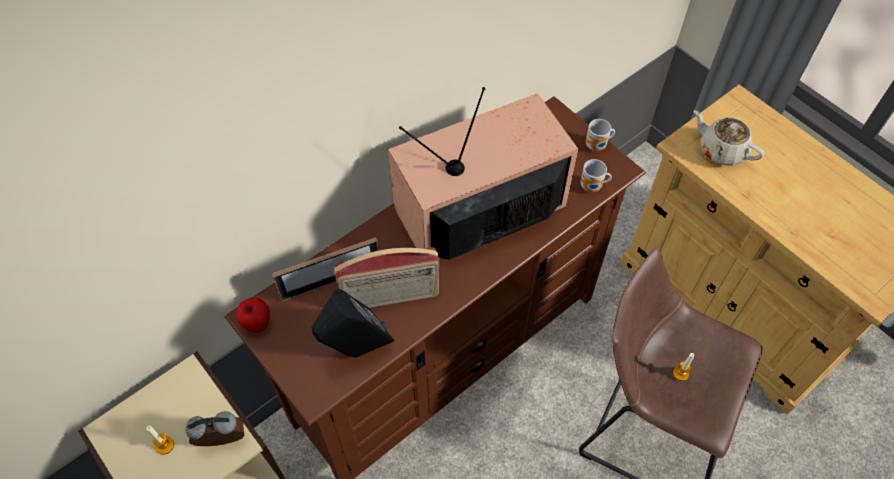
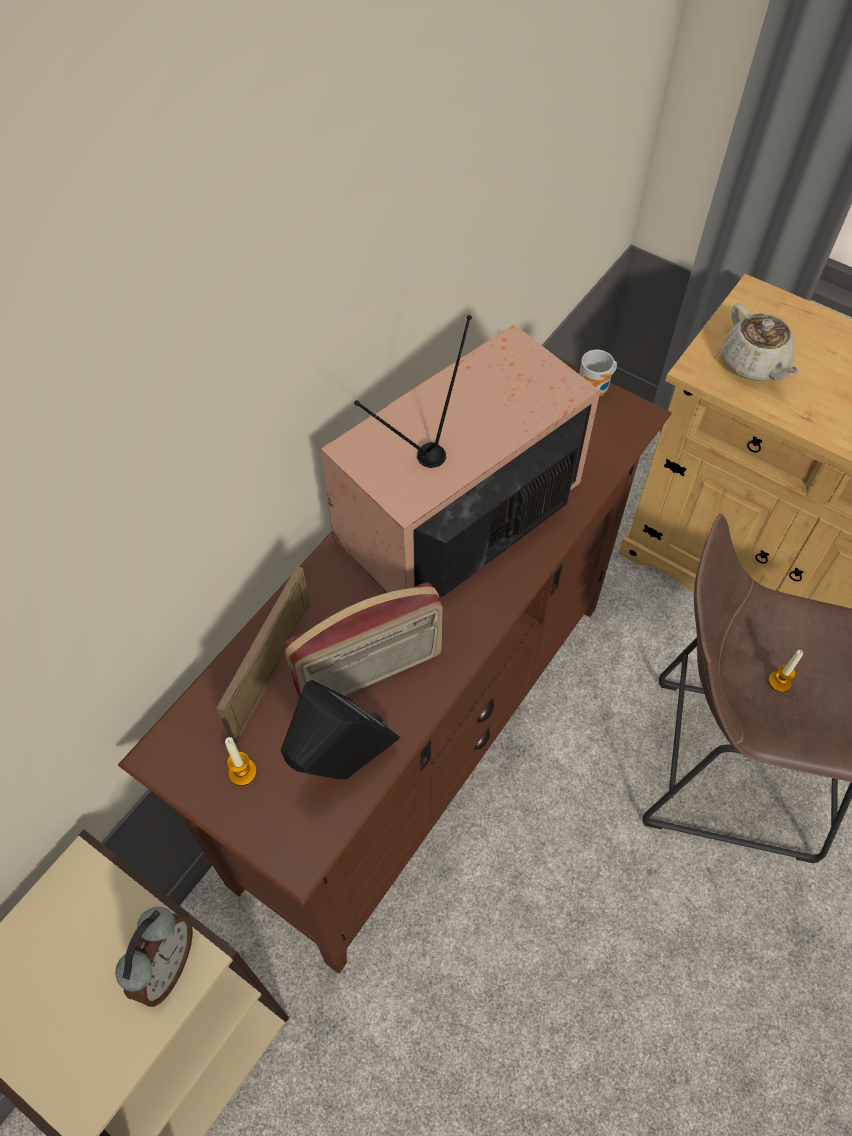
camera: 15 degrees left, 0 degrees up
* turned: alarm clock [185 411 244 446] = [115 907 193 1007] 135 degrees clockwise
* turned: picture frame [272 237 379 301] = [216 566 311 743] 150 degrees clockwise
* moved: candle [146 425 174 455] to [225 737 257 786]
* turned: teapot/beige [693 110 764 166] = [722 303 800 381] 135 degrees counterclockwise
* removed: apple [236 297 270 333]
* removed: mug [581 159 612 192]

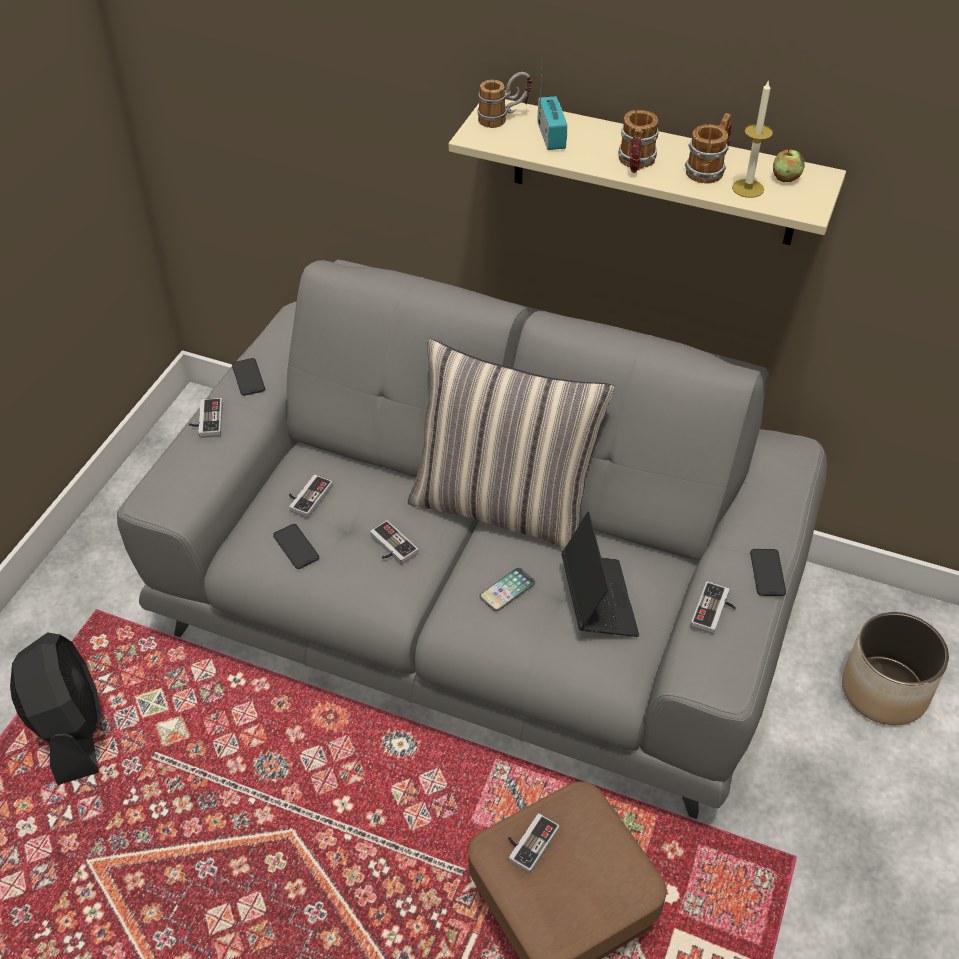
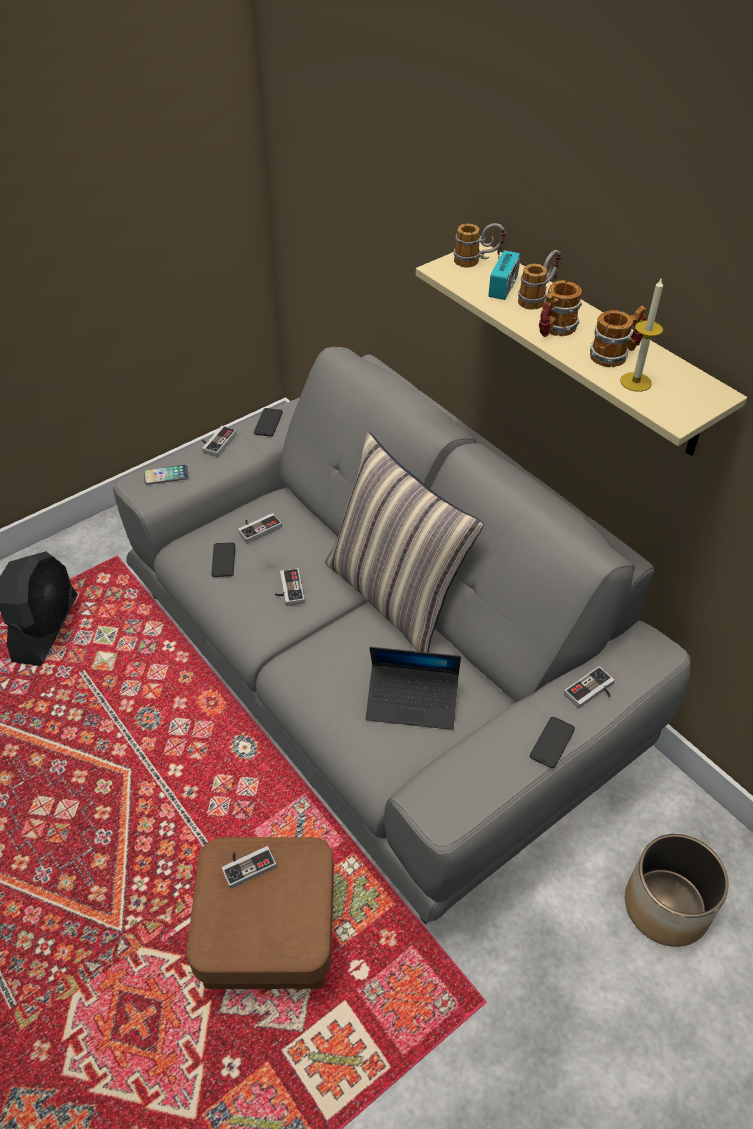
camera: 30 degrees right, 0 degrees up
* moved: phone [479 568 535 611] to [144 465 189 485]
* turned: laptop [562 512 639 637] = [366 647 461 730] 75 degrees clockwise
* added: mug [518 250 561 310]
* moved: game controller [691 581 736 634] to [564 666 615 708]
* removed: apple [773 149 804 182]

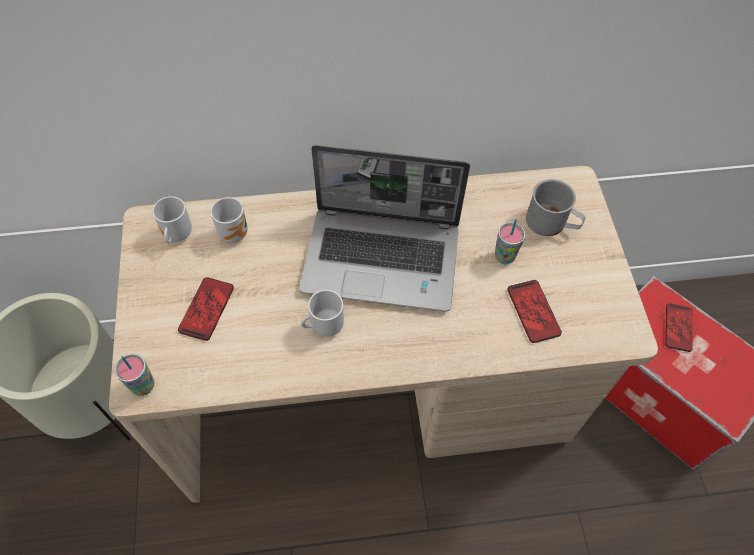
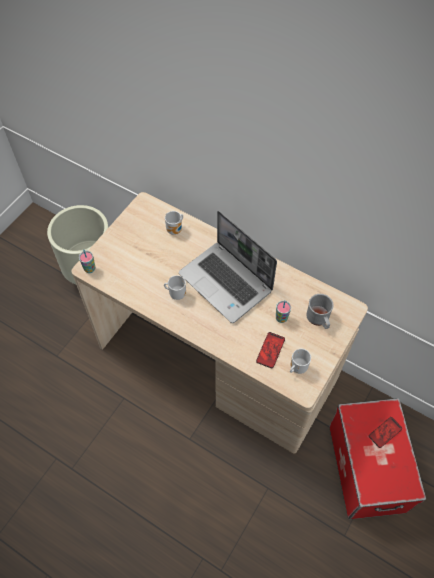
camera: 40 degrees right, 0 degrees up
* moved: mug [152 196 192 244] to [290 349 311 374]
* removed: phone [178 277 234 341]

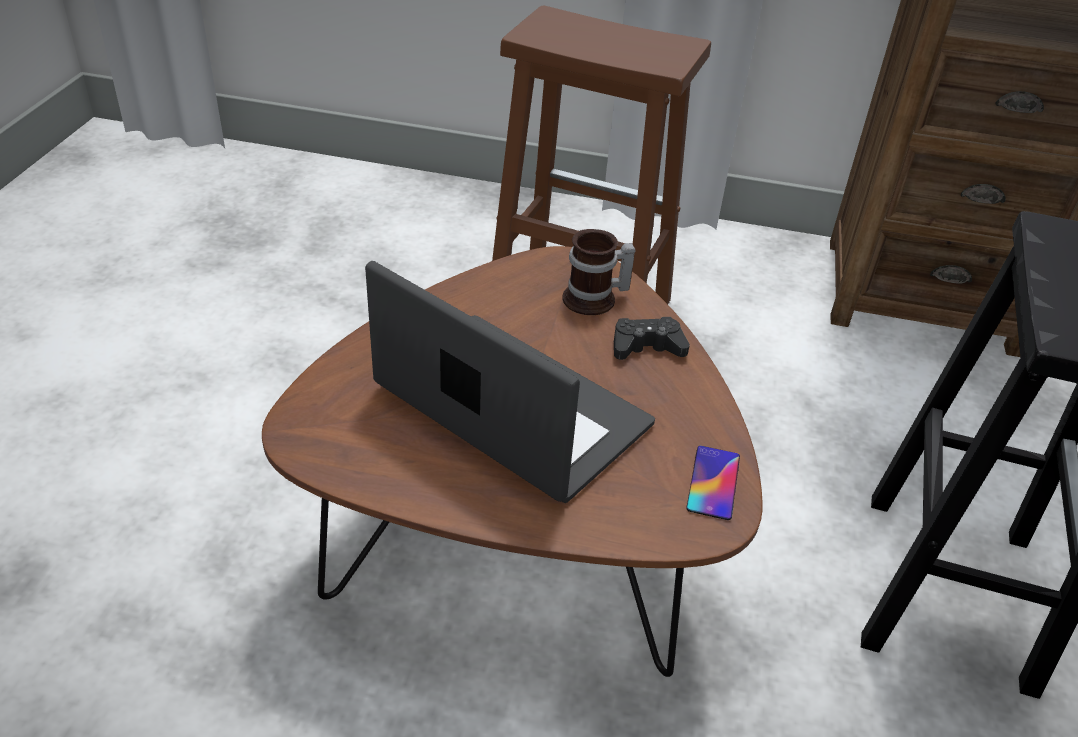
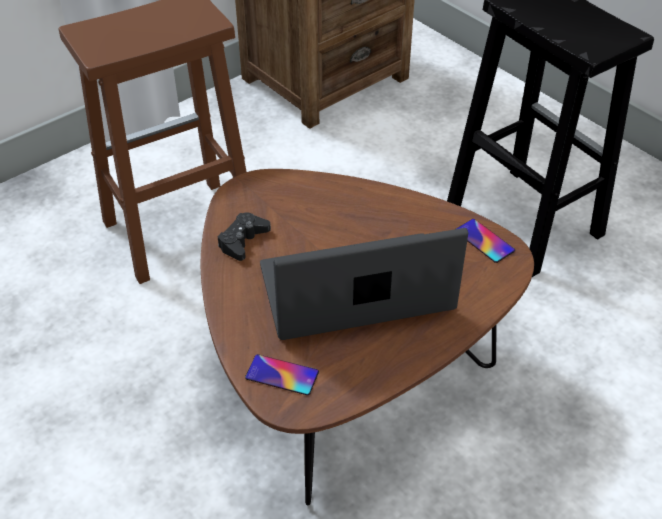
camera: 50 degrees left, 5 degrees up
* moved: game controller/black [614 317 690 360] to [218 212 271 261]
* added: phone [245 354 319 395]
* removed: mug [562 229 635 315]

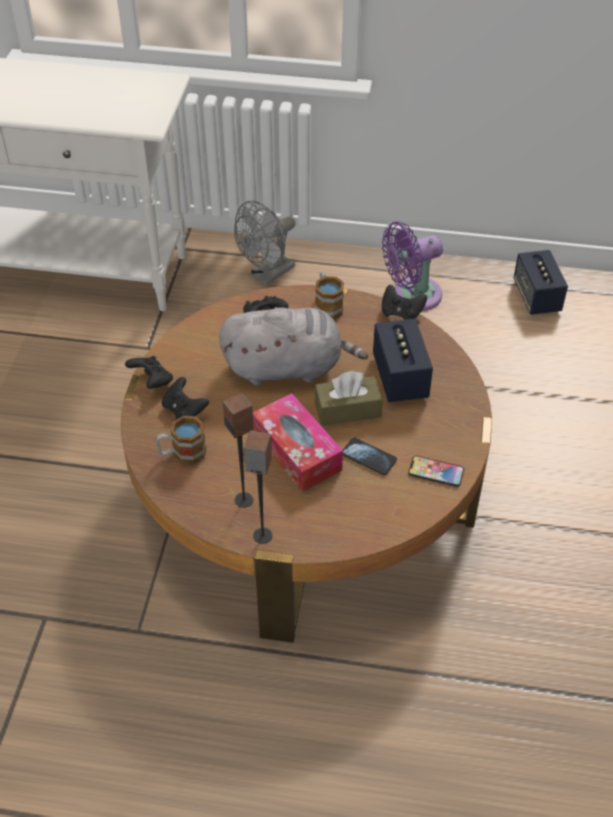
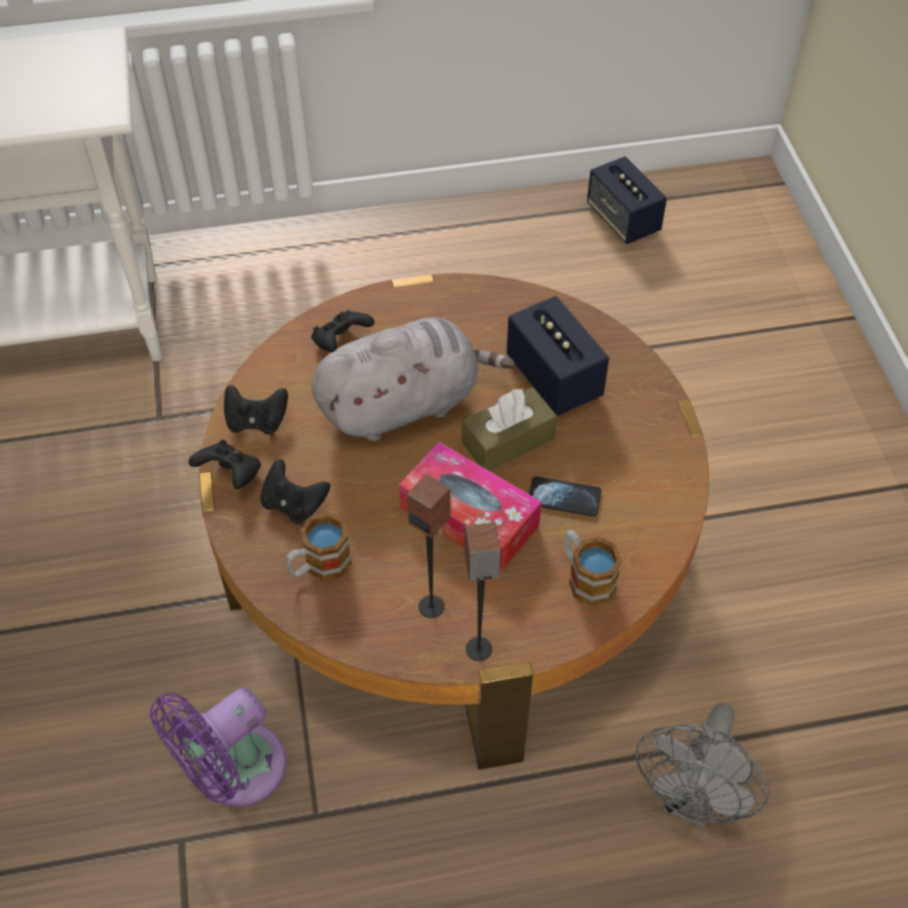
camera: 20 degrees left, 5 degrees up
* moved: fan/purple [382 222 443 311] to [150 688 287 807]
* moved: game controller/black [382 285 427 320] to [224 385 288 434]
* moved: mug [315 271 344 320] to [564 530 622 606]
* moved: fan/grey [234 201 295 285] to [636 703 769 828]
* removed: phone [408 455 464 487]

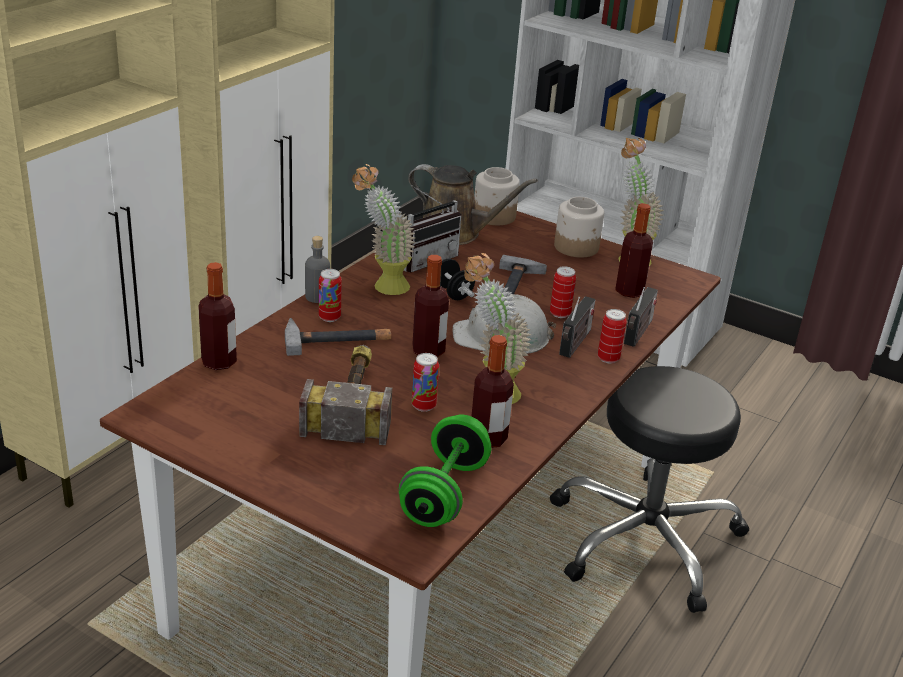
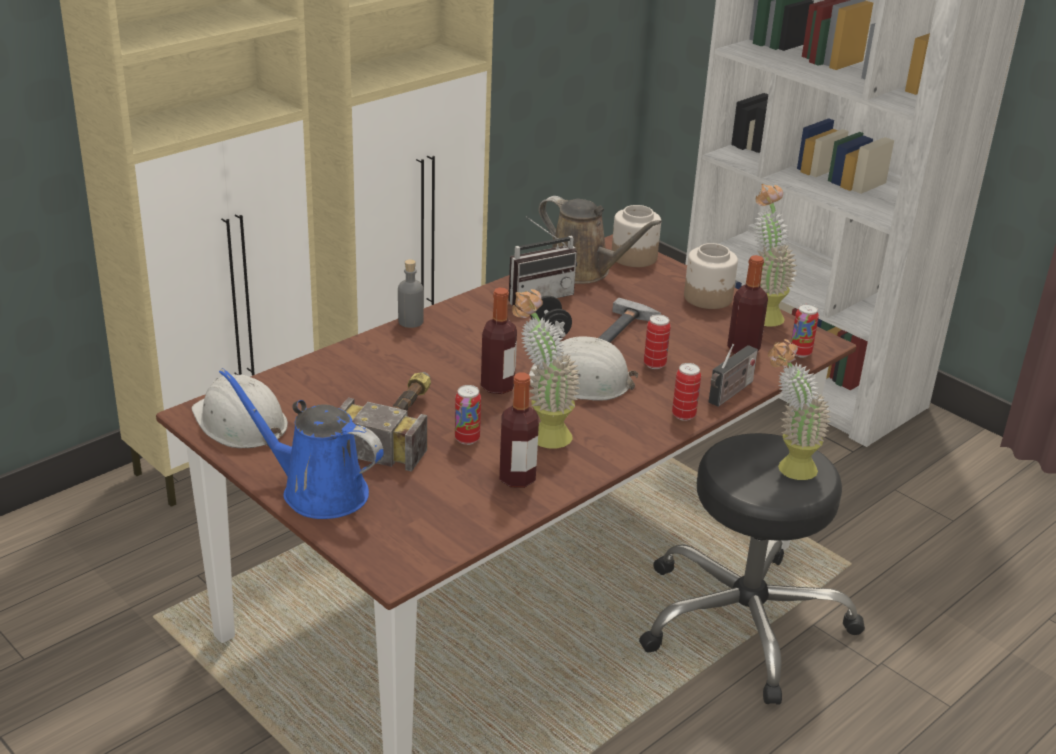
camera: 15 degrees right, 0 degrees up
* added: hard hat/white [191 374 288 448]
* added: watering can/blue [219 368 384 519]
* moved: potted plant [352 164 416 295] to [768 339 830 480]
* moved: can [319 269 342 322] to [791 304 819 357]
* removed: bottle [198 262 237 370]
* removed: hammer [285 318 391 356]
* removed: dumbbell/green [399 415 491 527]
* removed: radio [559 296 595 358]

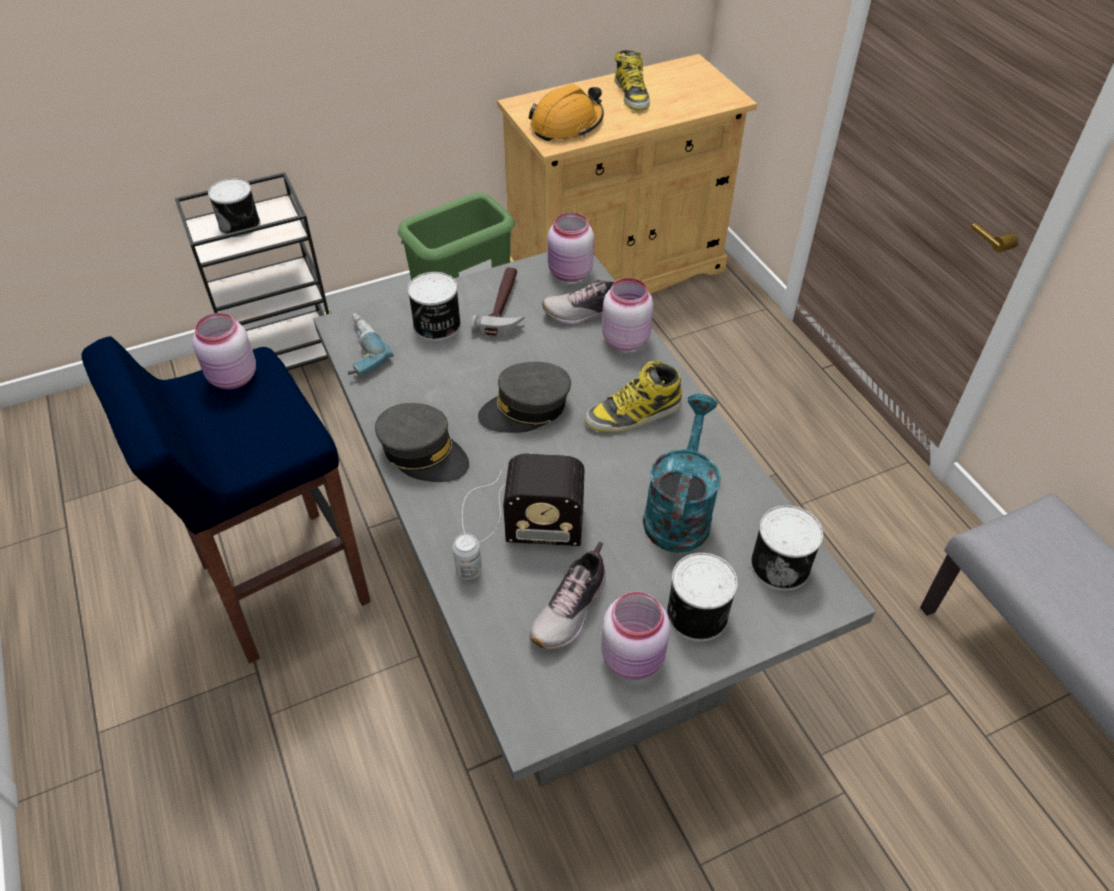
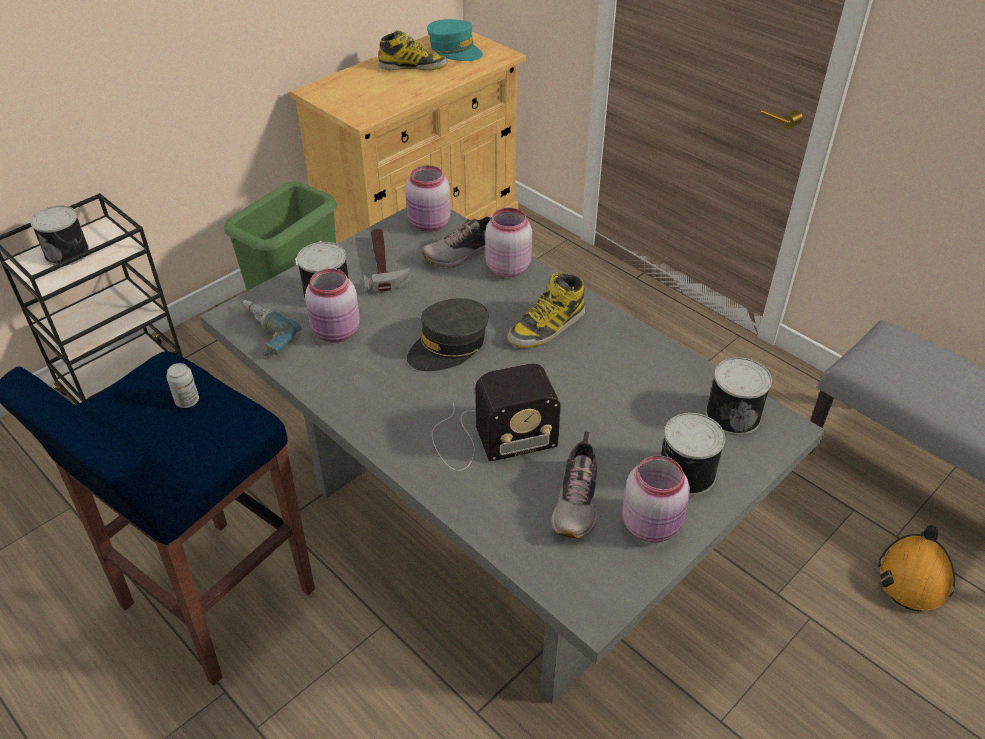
camera: 20 degrees left, 5 degrees down
* moved: can [453 533 482 579] to [166 363 199 408]
* moved: jar/pink [193 313 256 389] to [305 269 360 343]
* turned: boot [614 50 650 111] = [378 30 448 70] 60 degrees counterclockwise
* added: cap/turquoise [427 19 483 61]
* moved: hard hat/orange [528 84 604 141] to [878 525 955 611]
* removed: cap/grey [375 403 469 482]
* removed: watering can/turquoise [643 394 721 553]

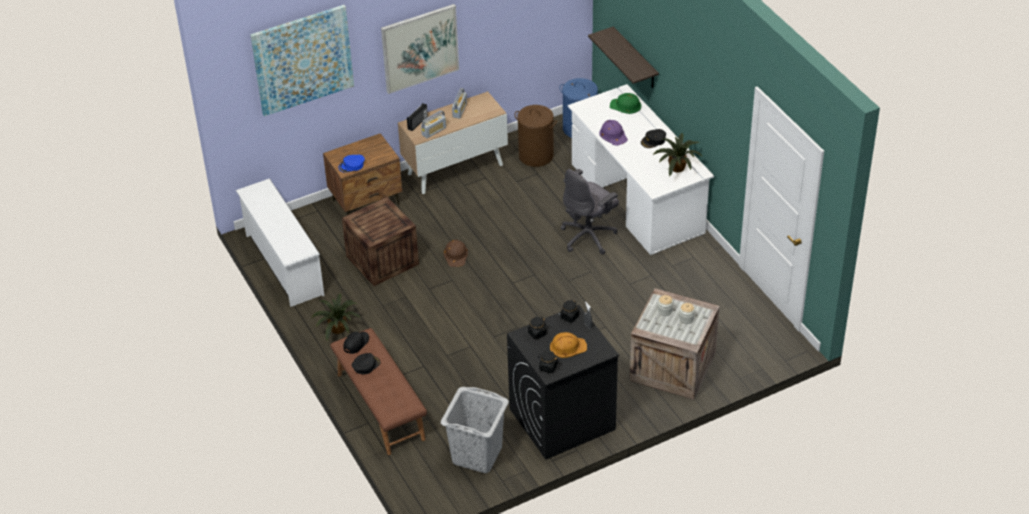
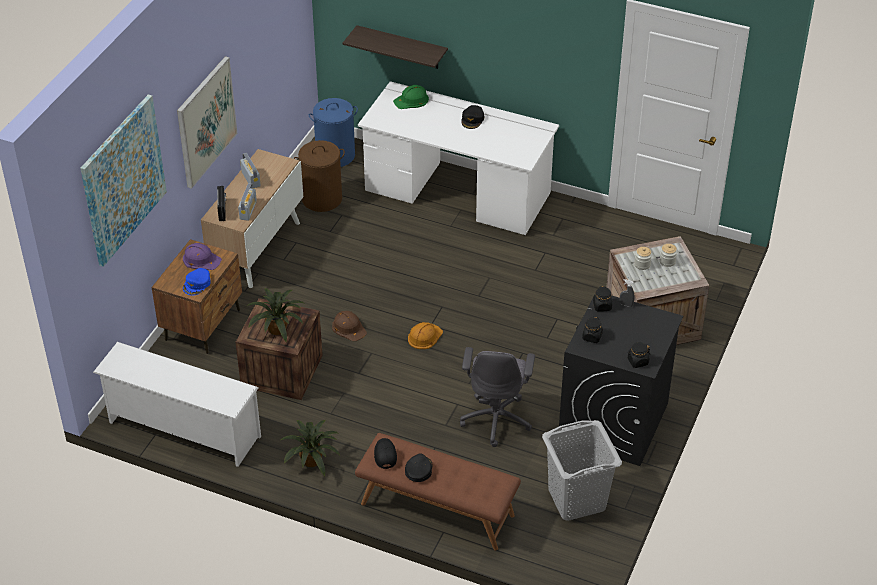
camera: 40 degrees left, 0 degrees up
* moved: hard hat/purple [599 120 628 146] to [183 243 222 270]
* moved: potted plant [653 133 703 176] to [247 288 304 342]
* moved: hard hat/orange [550 332 587 358] to [408 322 443 349]
* moved: office chair/grey [561 169 619 254] to [460 347 535 447]

